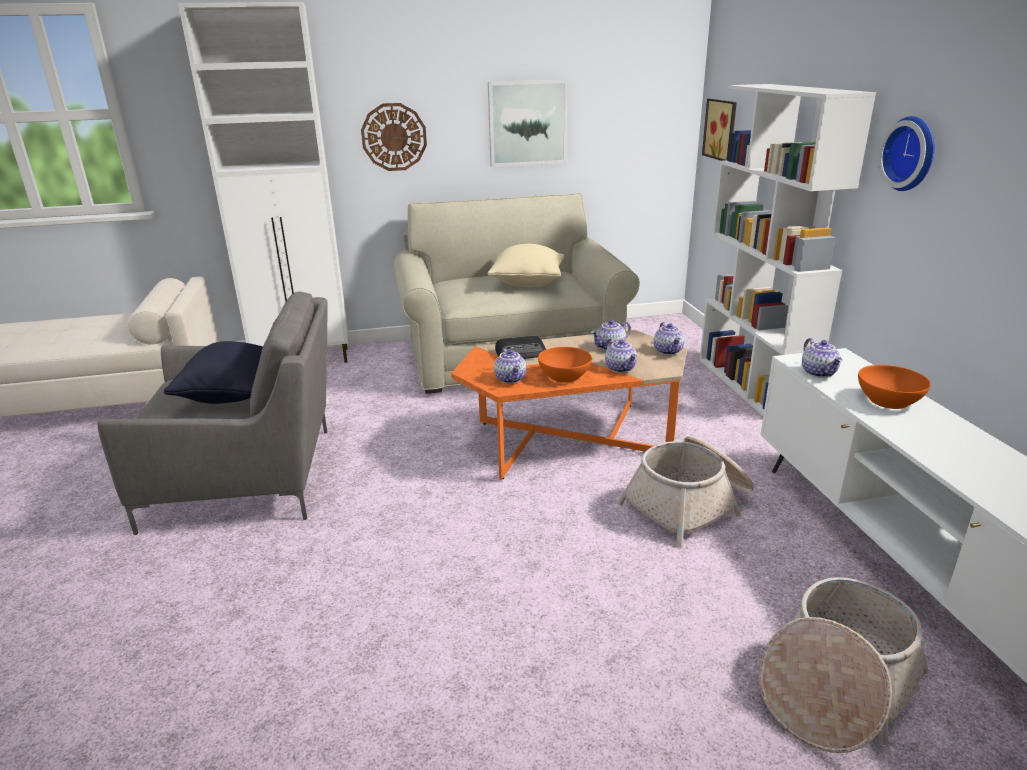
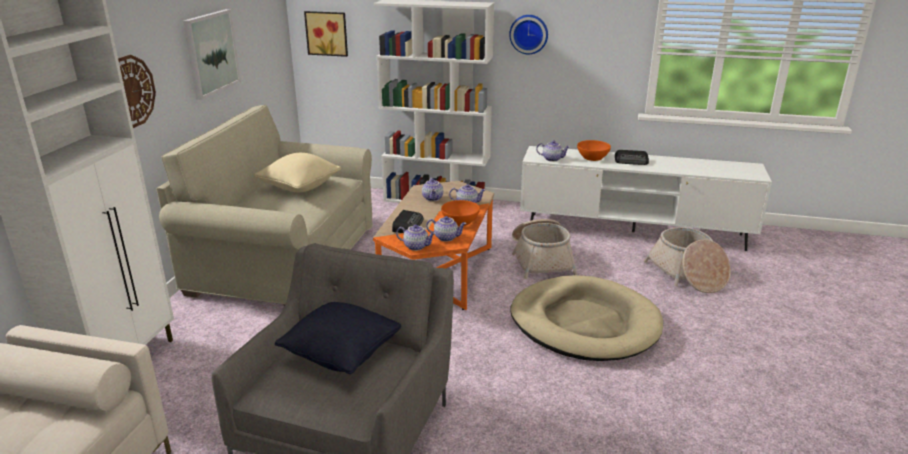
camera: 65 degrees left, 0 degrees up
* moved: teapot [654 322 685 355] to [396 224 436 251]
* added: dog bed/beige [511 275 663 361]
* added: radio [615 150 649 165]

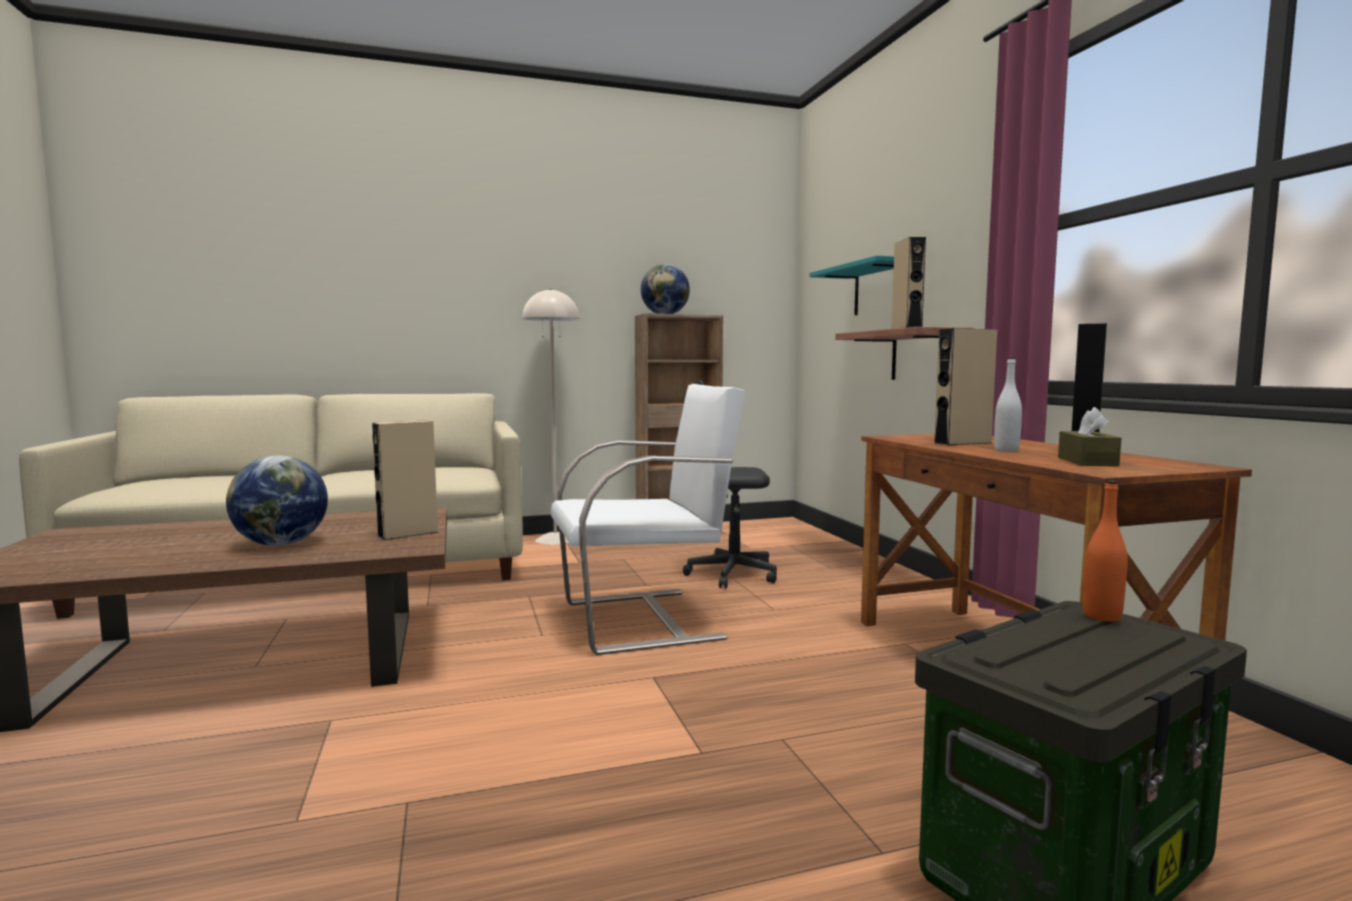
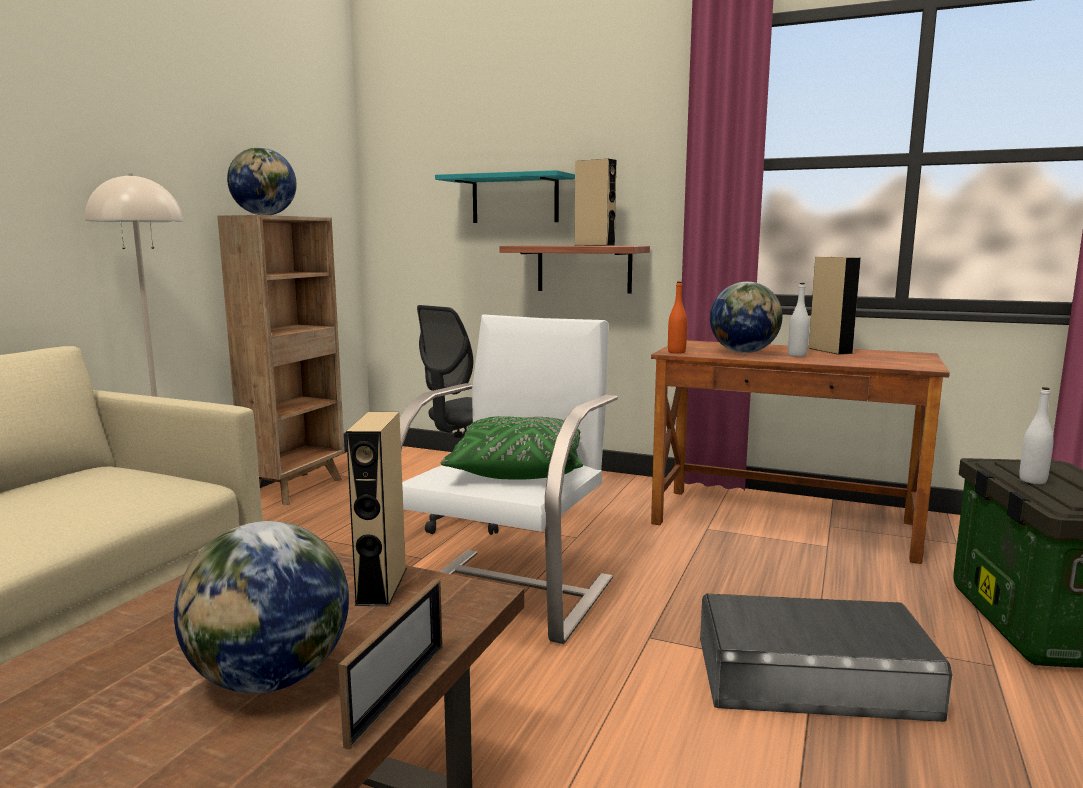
camera: 50 degrees left, 5 degrees up
* added: picture frame [338 579 442 750]
* added: pillow/green [441 416 583 480]
* moved: bottle/orange [1083 480 1127 622] to [668 282 687 354]
* added: storage box/grey [700 594 952 722]
* replaced: speaker/beige [934 328 997 445] to globe [710 282 782 353]
* added: bottle/white [1019 387 1054 484]
* removed: tissue box/brown [1058 407 1121 467]

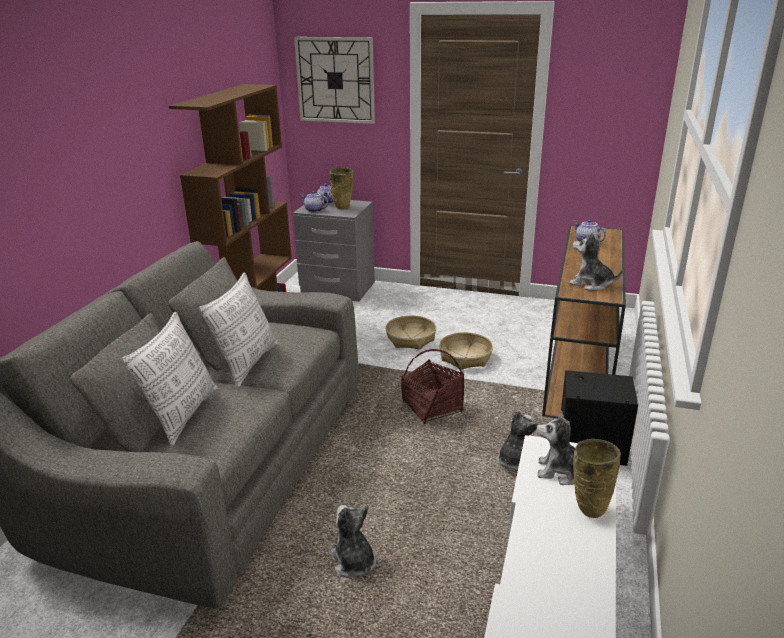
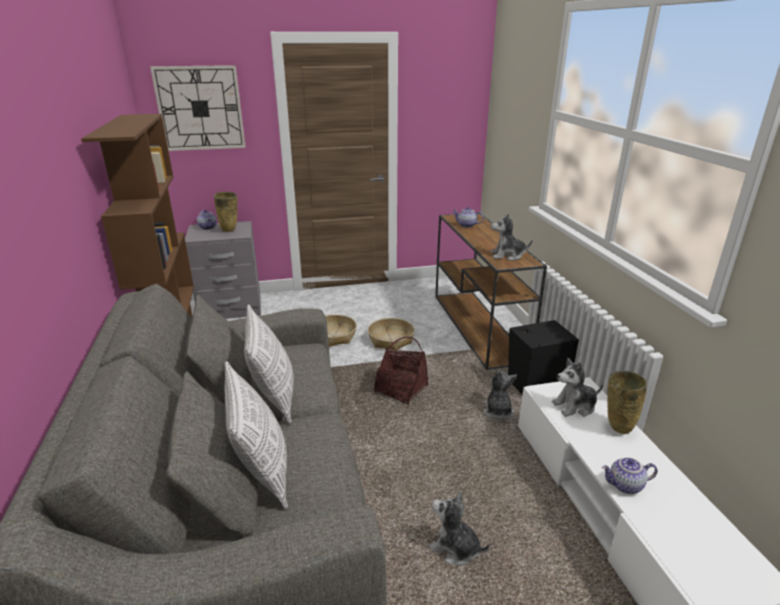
camera: 30 degrees left, 0 degrees up
* moved: teapot [300 191 328 212] to [602 457 658 494]

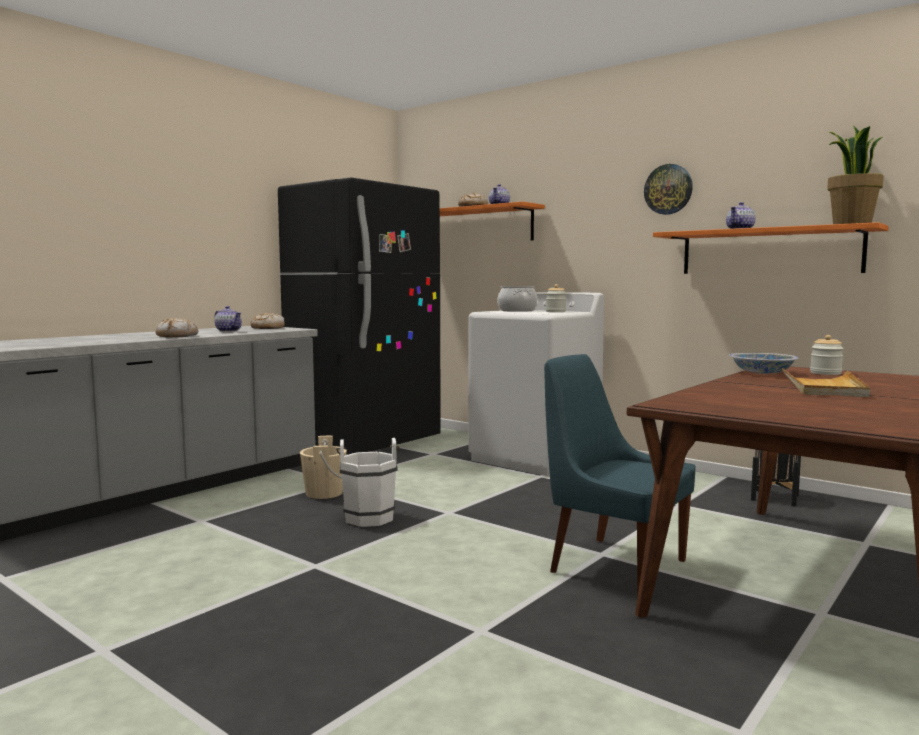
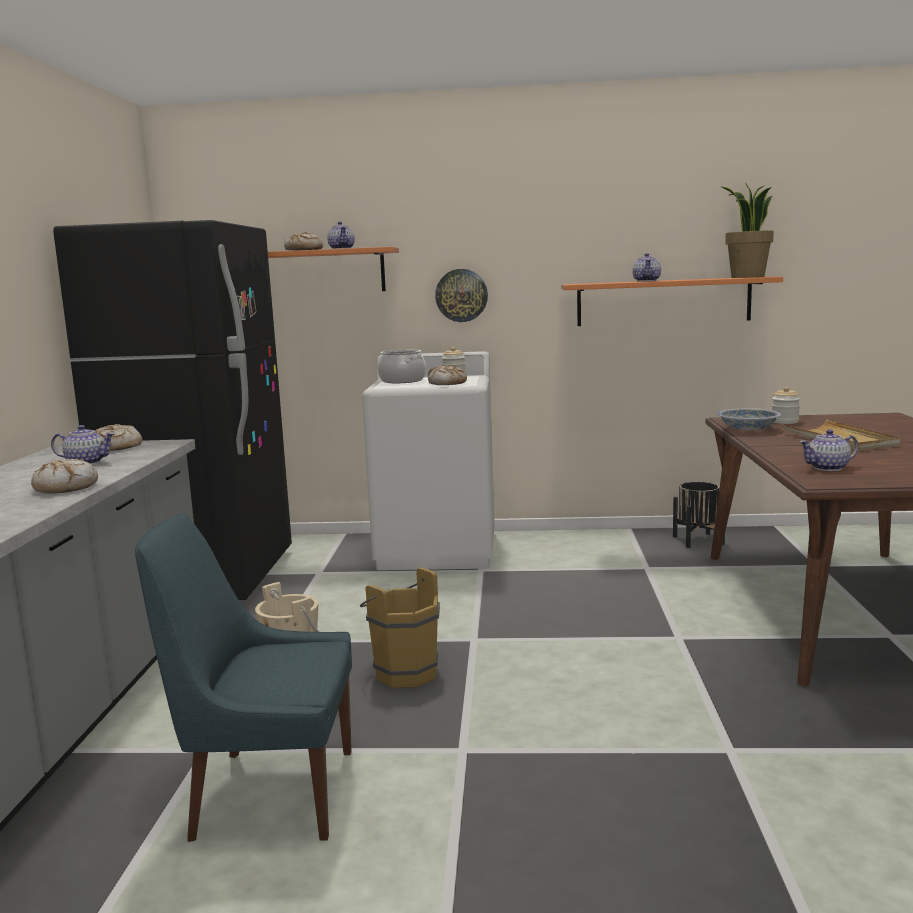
camera: 35 degrees left, 5 degrees up
* moved: chair/blue [544 354 695 597] to [135 514 352 842]
* recoloured: bucket/white [336 438 399 527] to bucket/brown [360 567 440 688]
* added: bread [428 365 467 385]
* moved: wall clock [644 164 693 215] to [435 269 488 322]
* added: teapot [799 429 858 471]

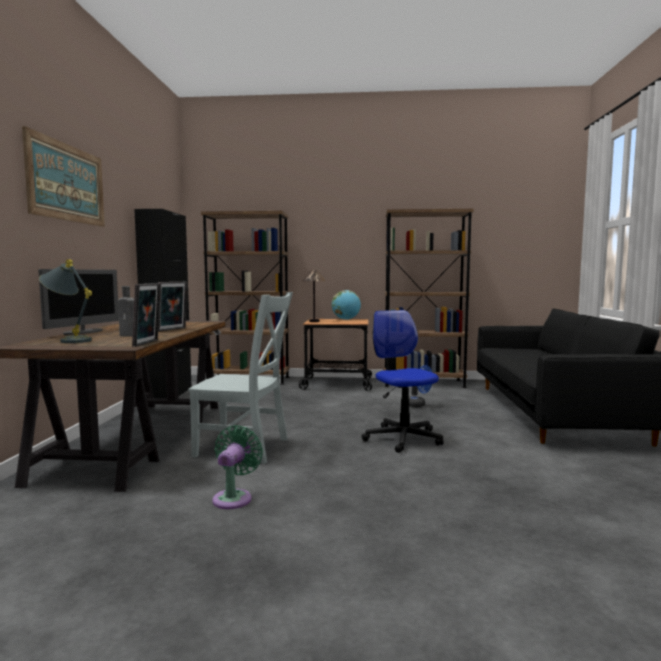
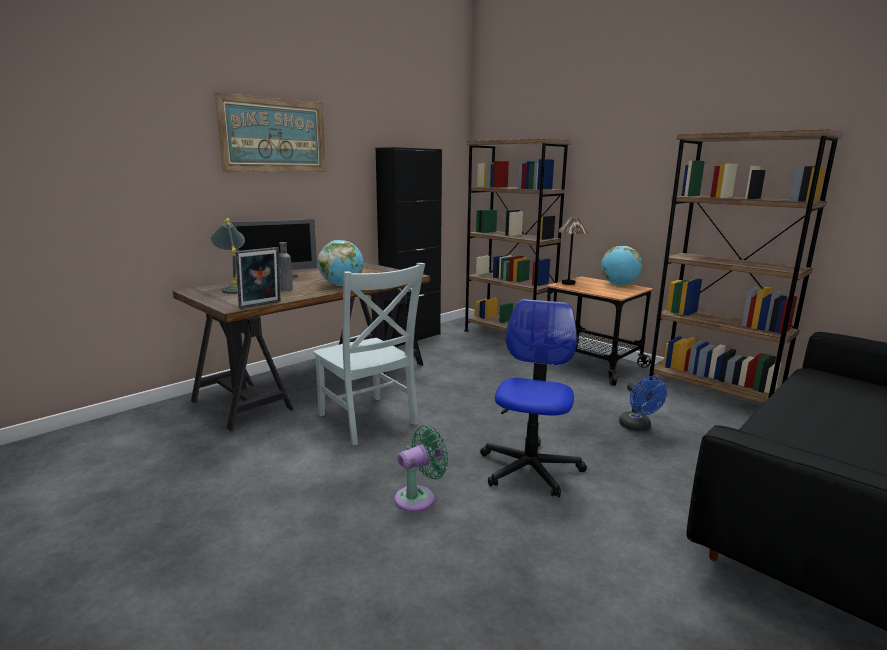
camera: 40 degrees right, 10 degrees up
* replaced: picture frame [158 282 187 332] to globe [318 240 364 286]
* moved: fan/green [212 425 263 509] to [394 425 449 512]

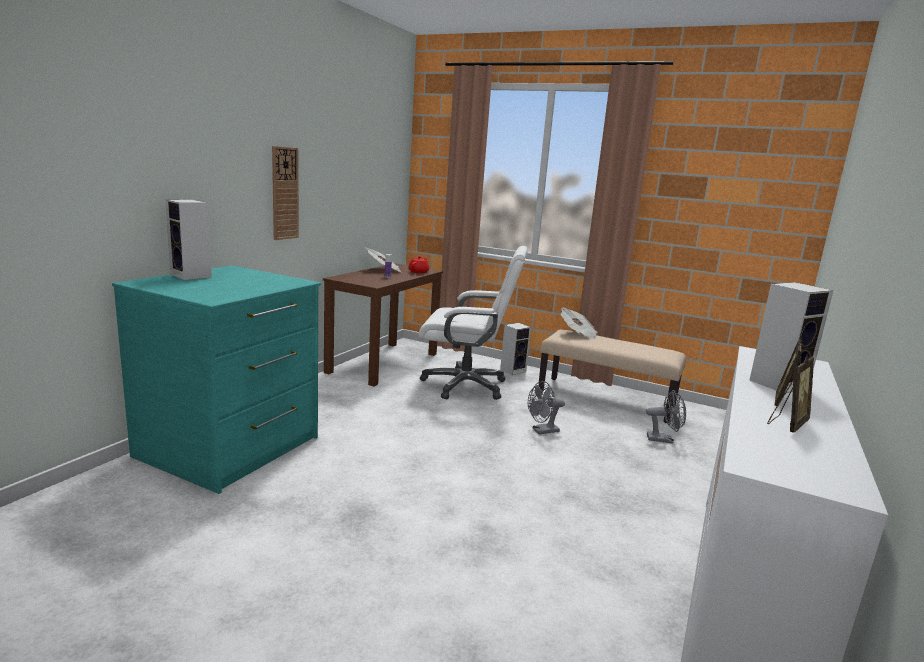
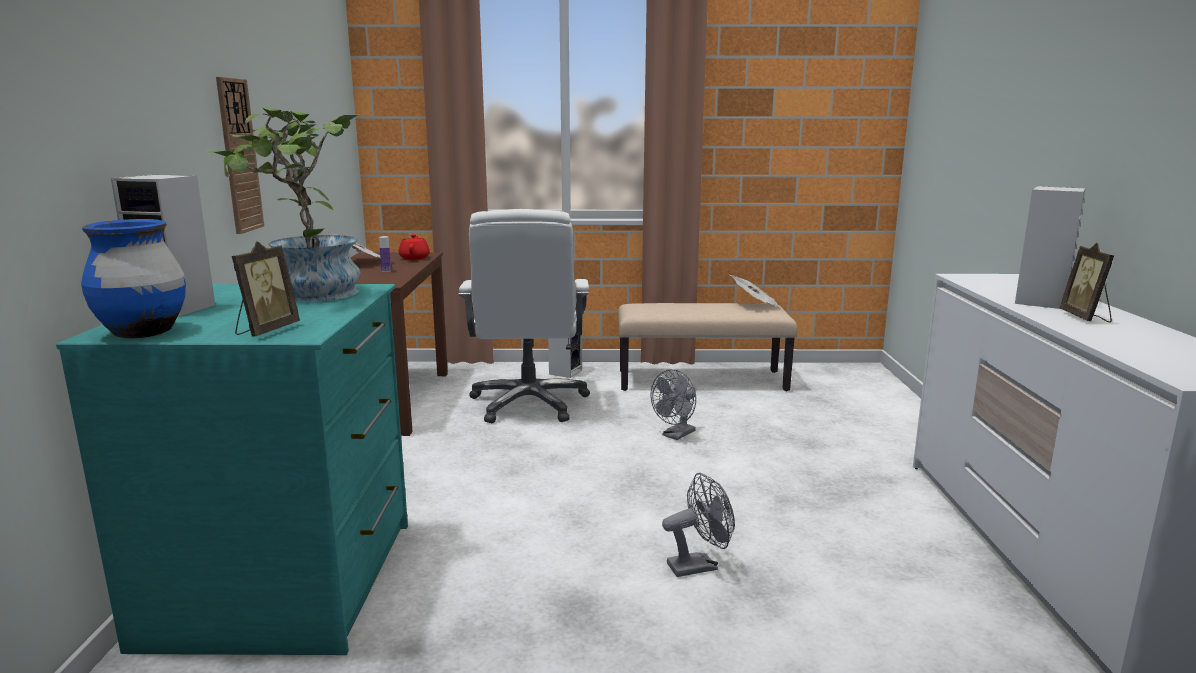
camera: 25 degrees left, 0 degrees up
* added: vase/blue [81 219 186 338]
* added: potted plant [207 106 361 302]
* moved: picture frame [767 355 814 433] to [232 241 300 337]
* turned: office chair/white [419 246 528 400] = [458 209 590 423] 105 degrees clockwise
* moved: fan/grey [646 390 686 444] to [662 473 735 577]
* moved: newspaper [561 308 598 340] to [730 275 782 309]

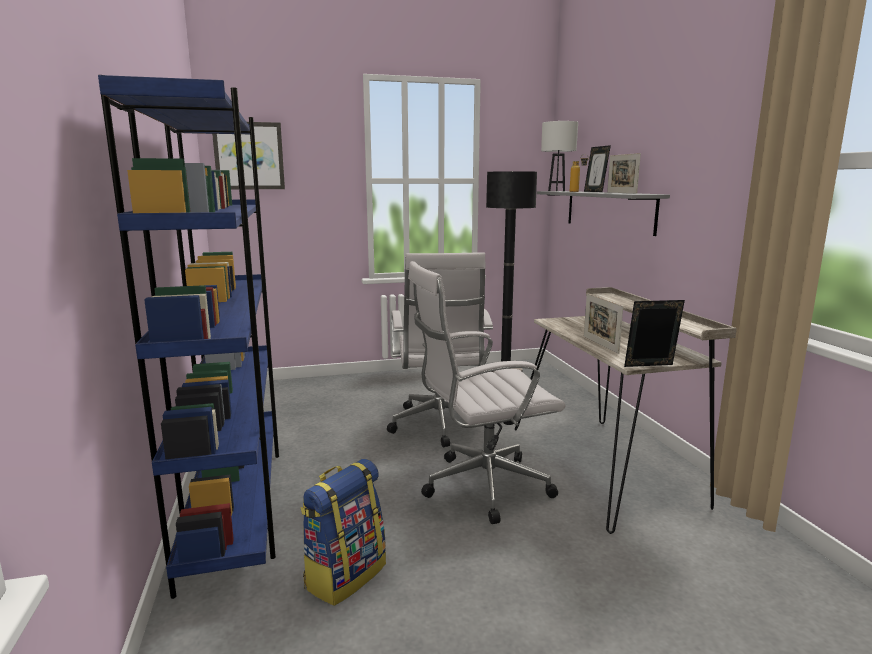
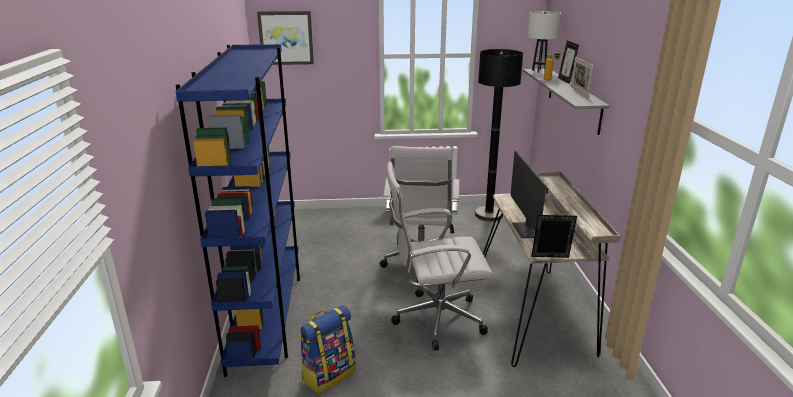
camera: 10 degrees right, 10 degrees up
* replaced: picture frame [584 293 623 354] to monitor [510 151 546 238]

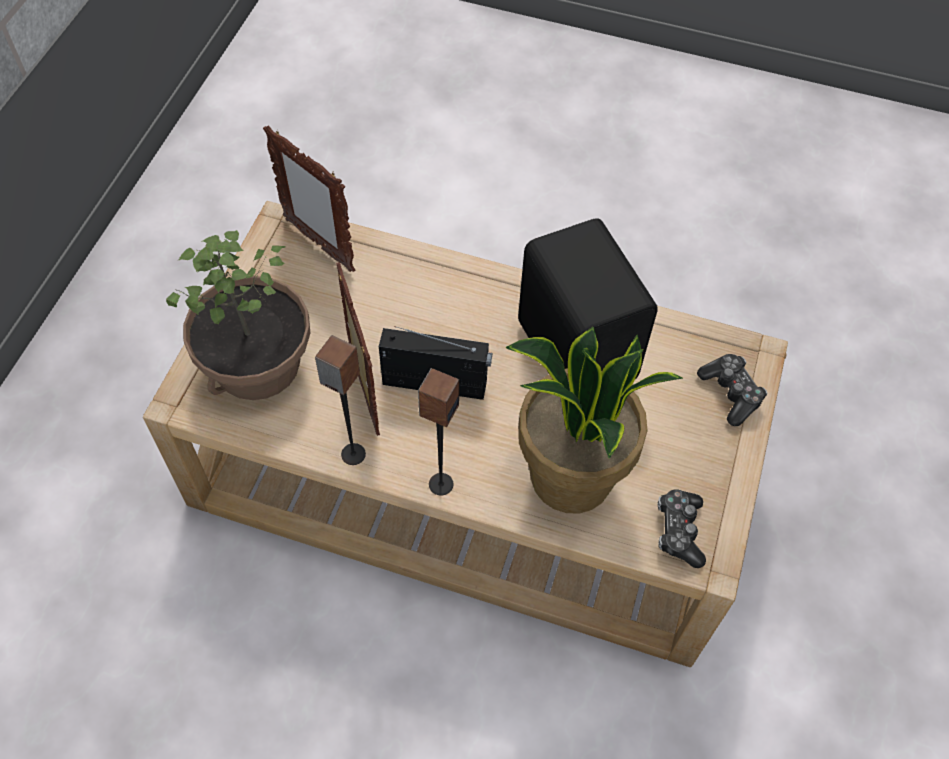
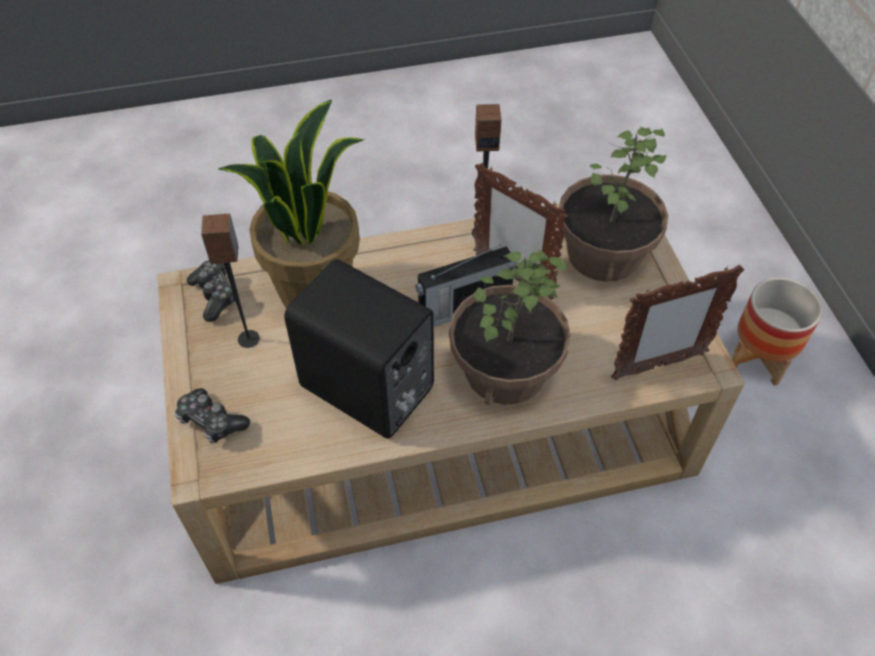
camera: 150 degrees right, 5 degrees down
* moved: speaker [418 368 459 496] to [201 214 260 348]
* added: potted plant [449 250 571 405]
* turned: picture frame [263 125 355 272] = [611 265 744 380] 150 degrees clockwise
* added: planter [731 278 822 386]

